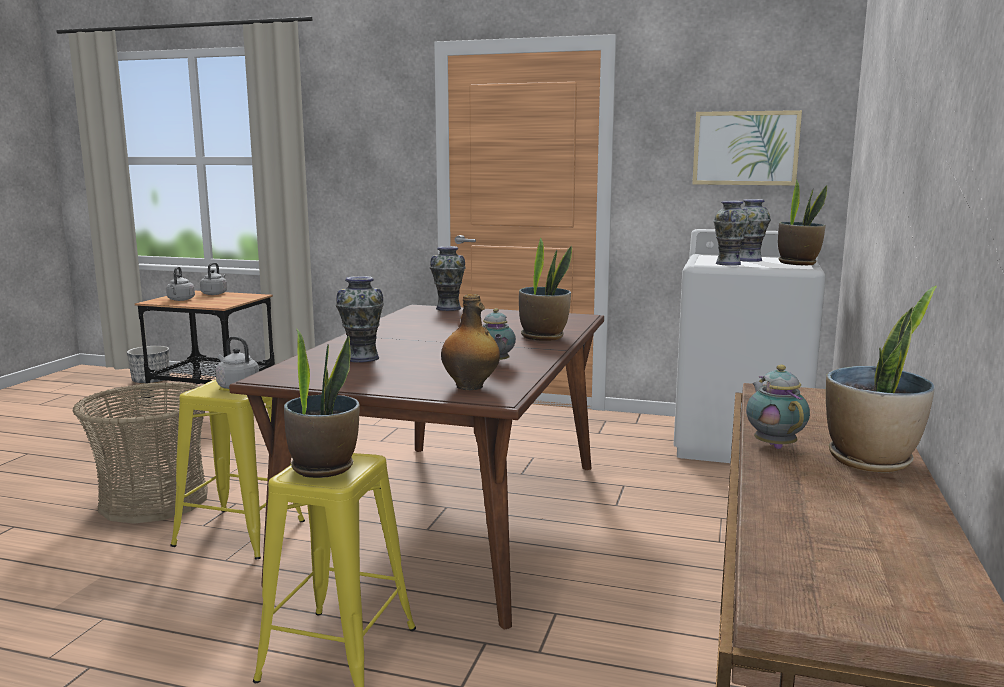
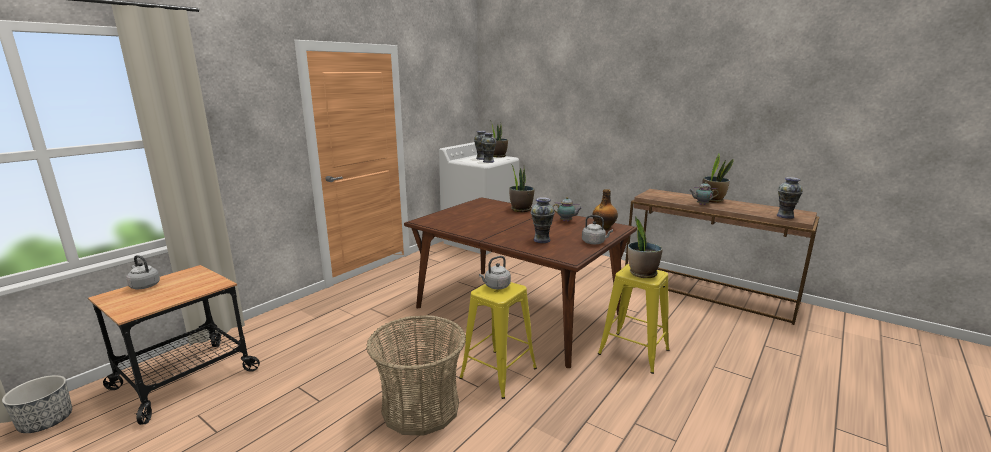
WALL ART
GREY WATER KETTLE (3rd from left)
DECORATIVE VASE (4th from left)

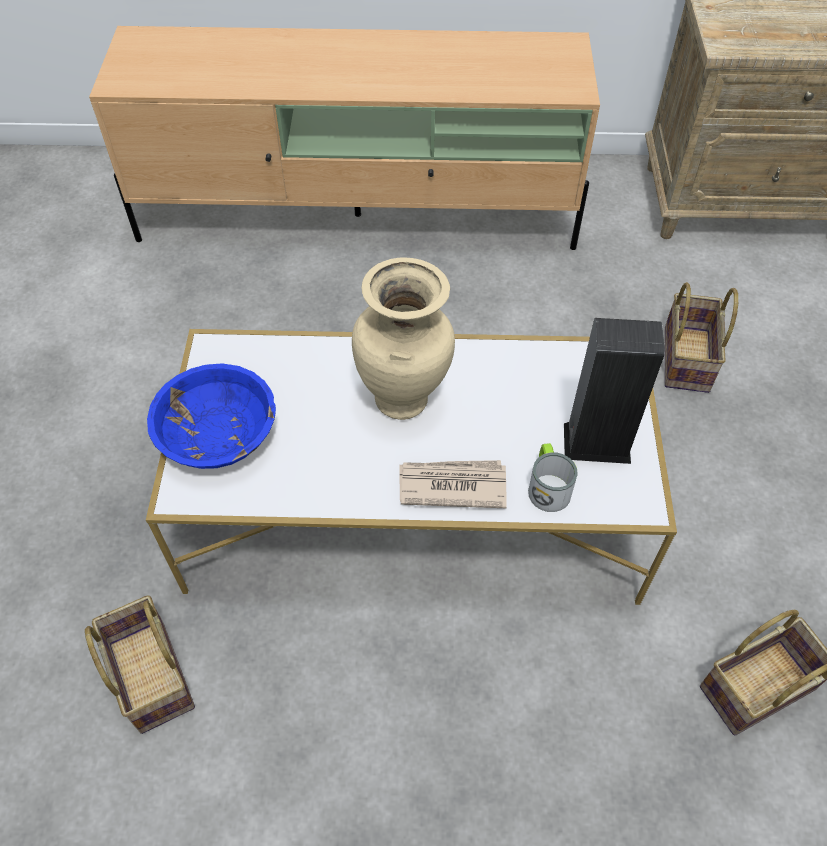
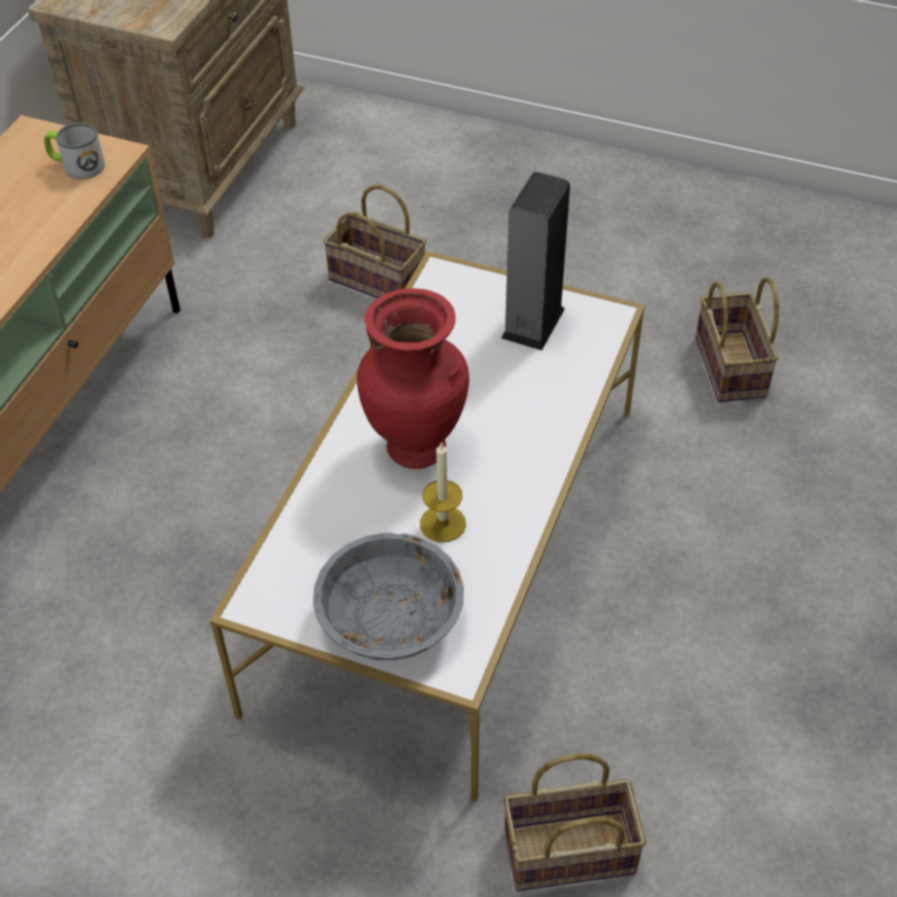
PRINTED PAPER
WAX CANDLE
COFFEE MUG
GREY DEEP DISH
REDDISH DECORATIVE VASE

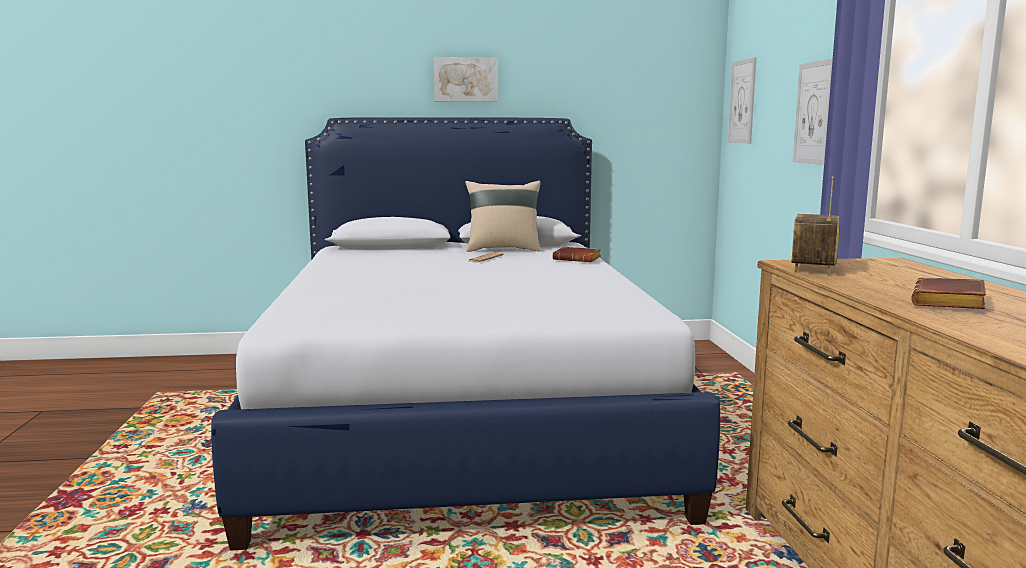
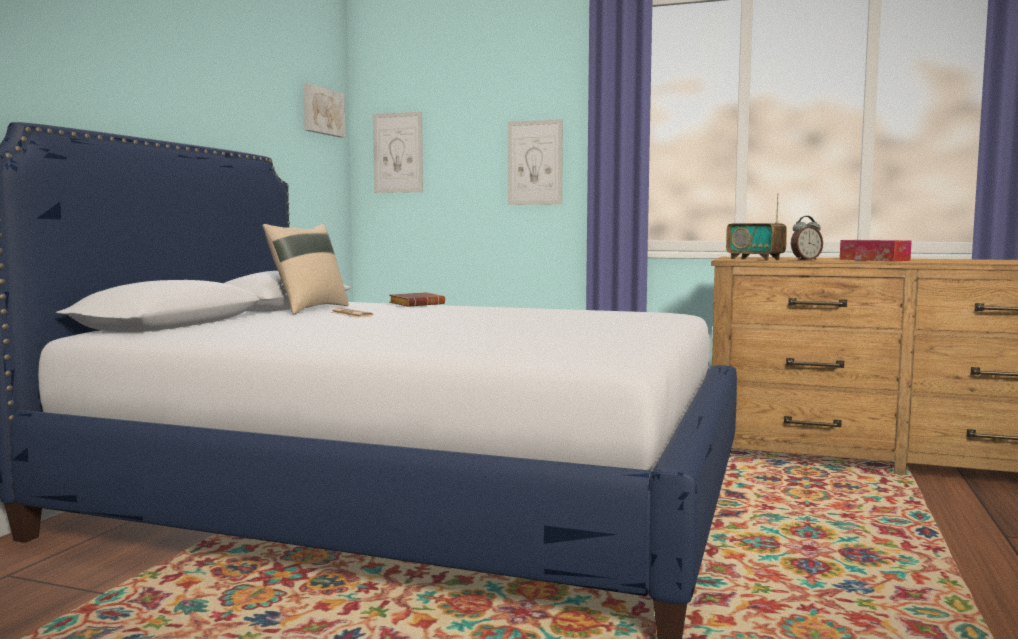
TABLE CLOCK
WALL ART (1st from left)
BOX OF TISSUES

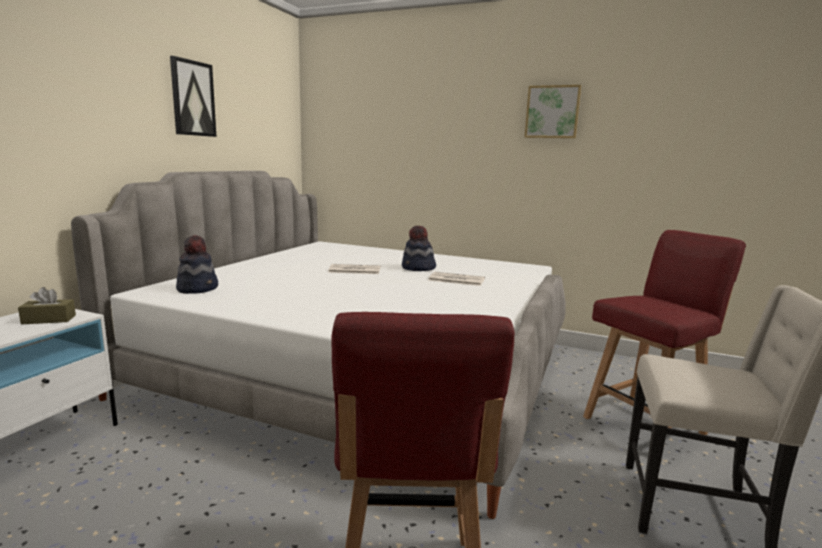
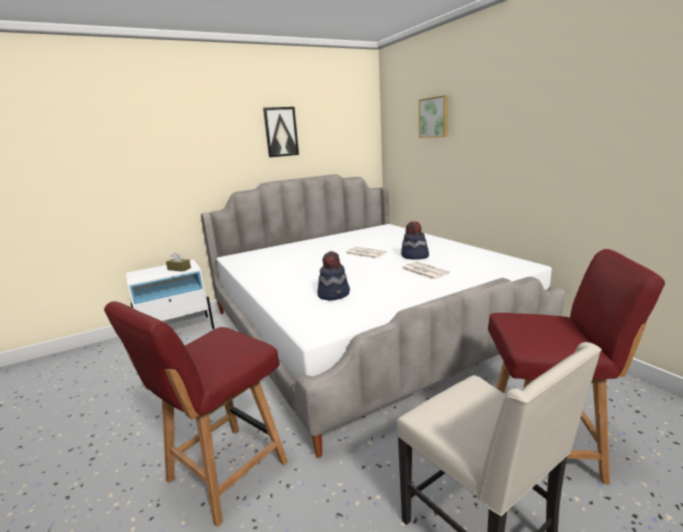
CLOTHING HAT (1st from left)
WALL ART (2nd from left)

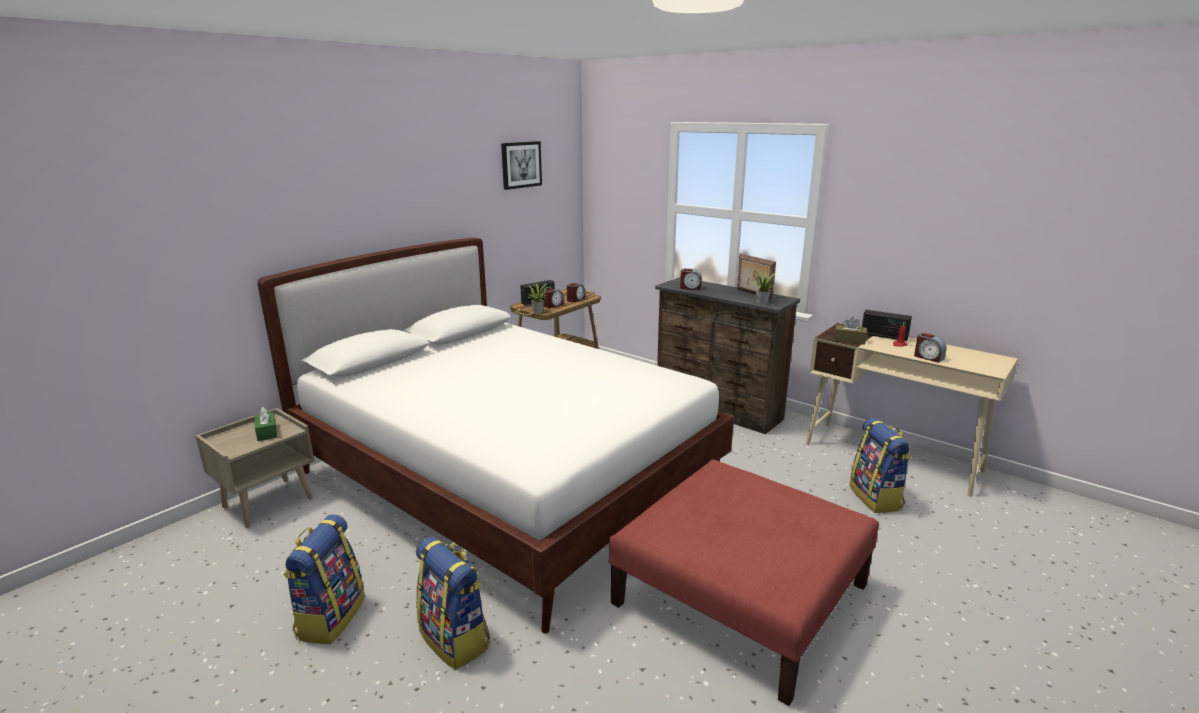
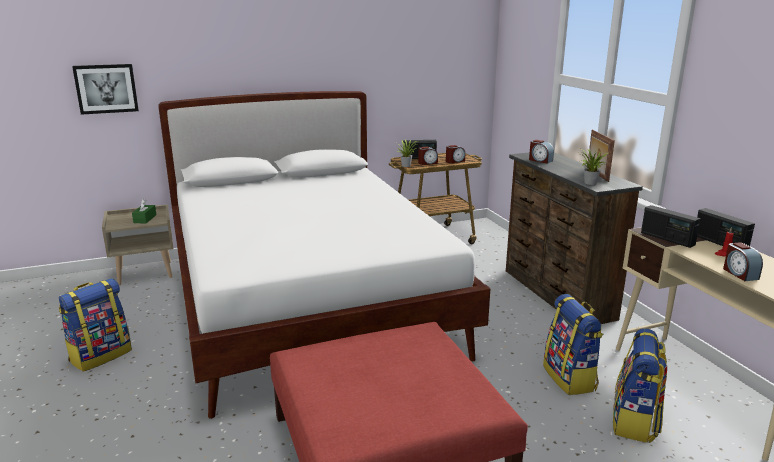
BACKPACK (2nd from left)
WALL ART
RADIO RECEIVER (2nd from left)

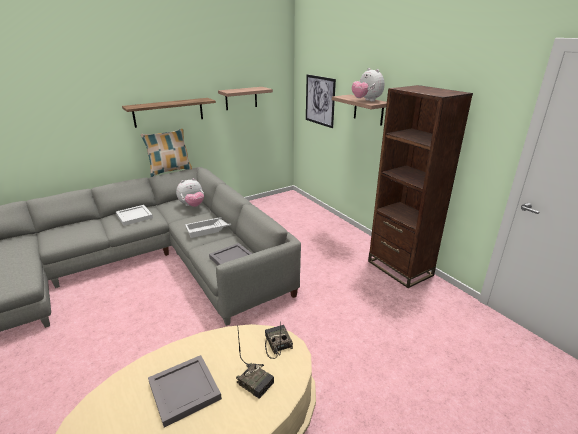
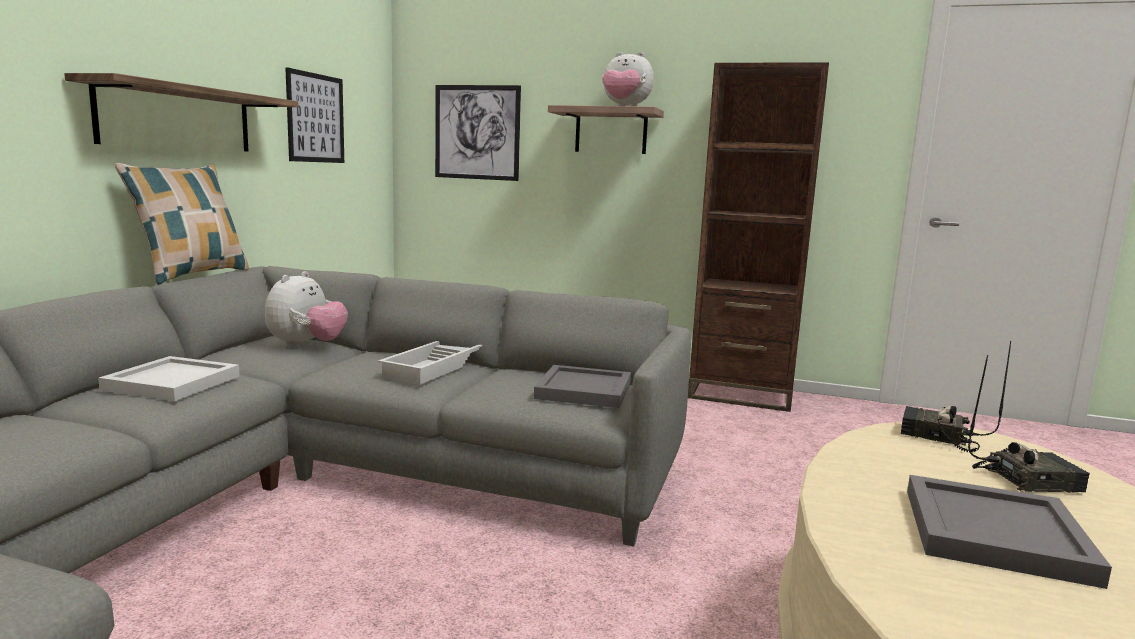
WALL ART (1st from left)

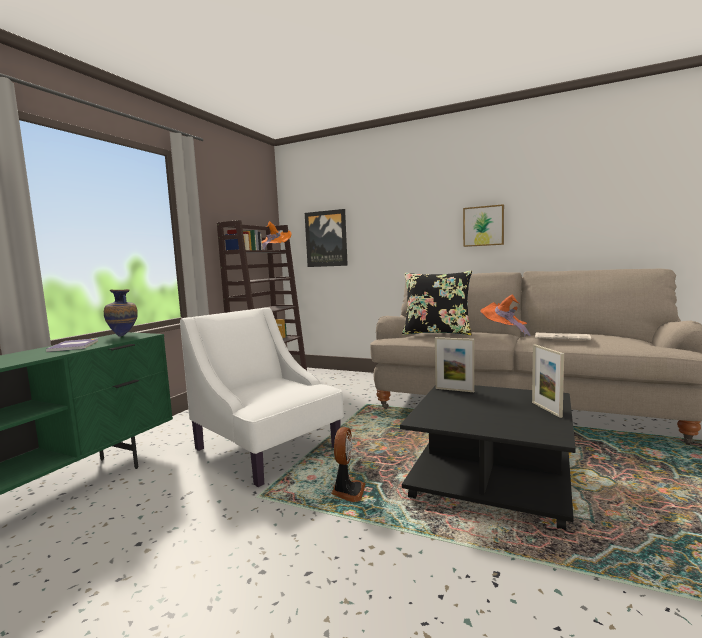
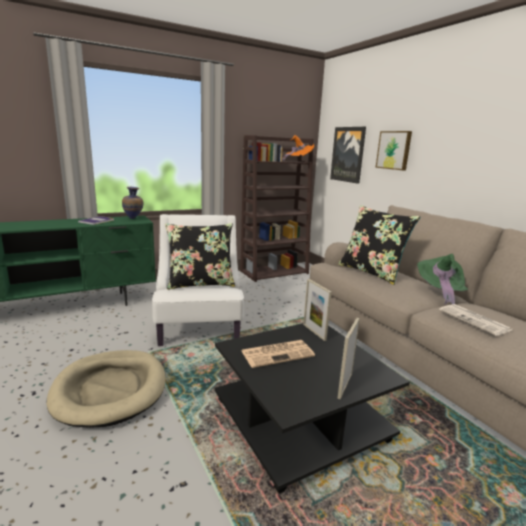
ELECTRIC FAN
SAND-COLOURED DOG CUSHION
BLACKISH CUSHION (1st from left)
PRINTED PAPER (1st from left)
WALL ART (2nd from left)
GREEN CLOTHING HAT

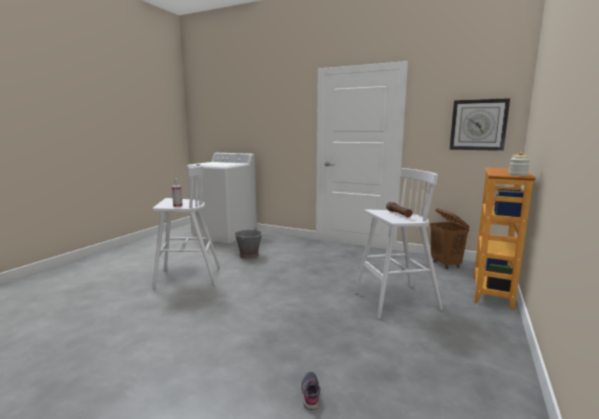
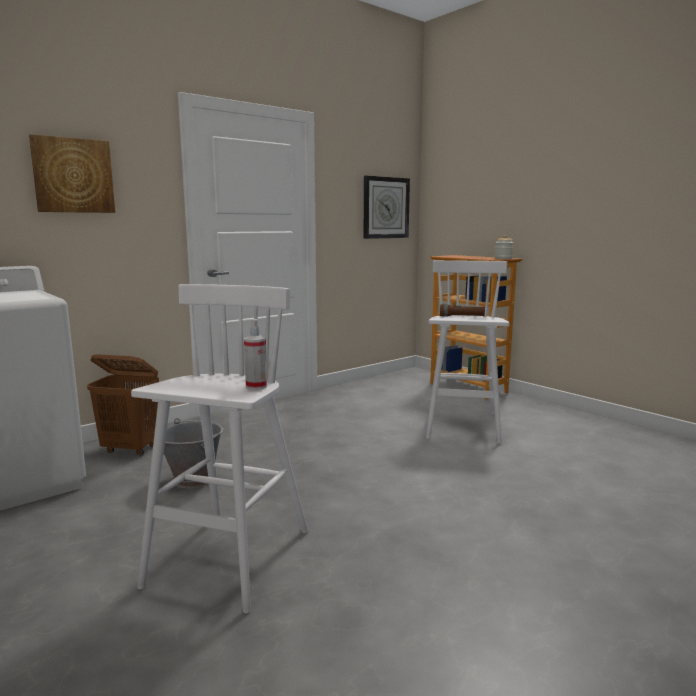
GREY ITEM OF FOOTWEAR
WALL ART
BROWN HAMPER

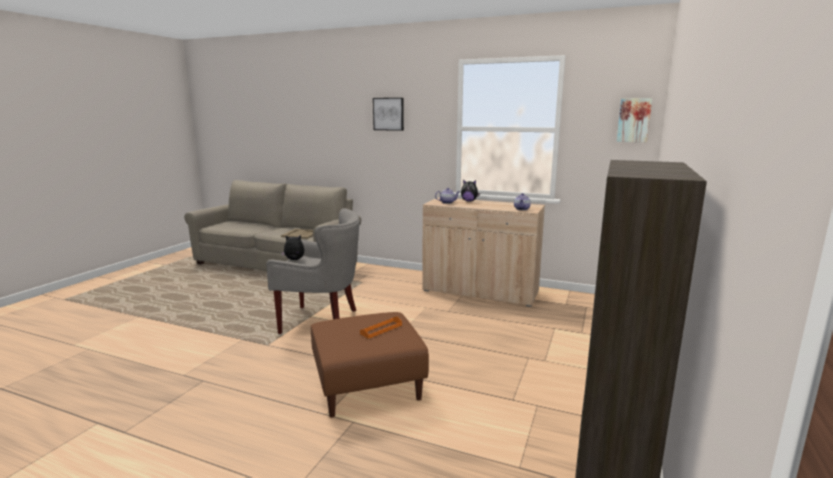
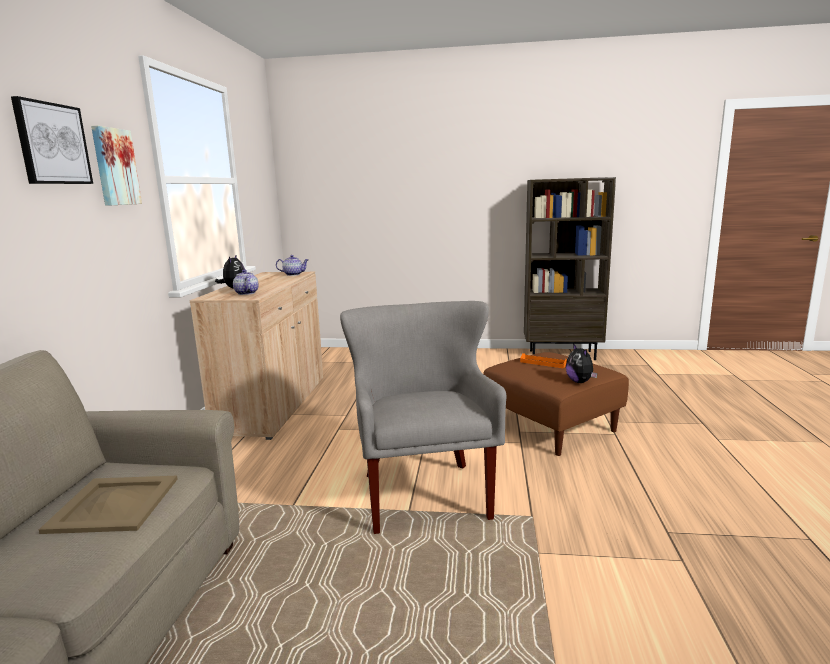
PLUSH TOY (2nd from left)
WALL ART (2nd from left)

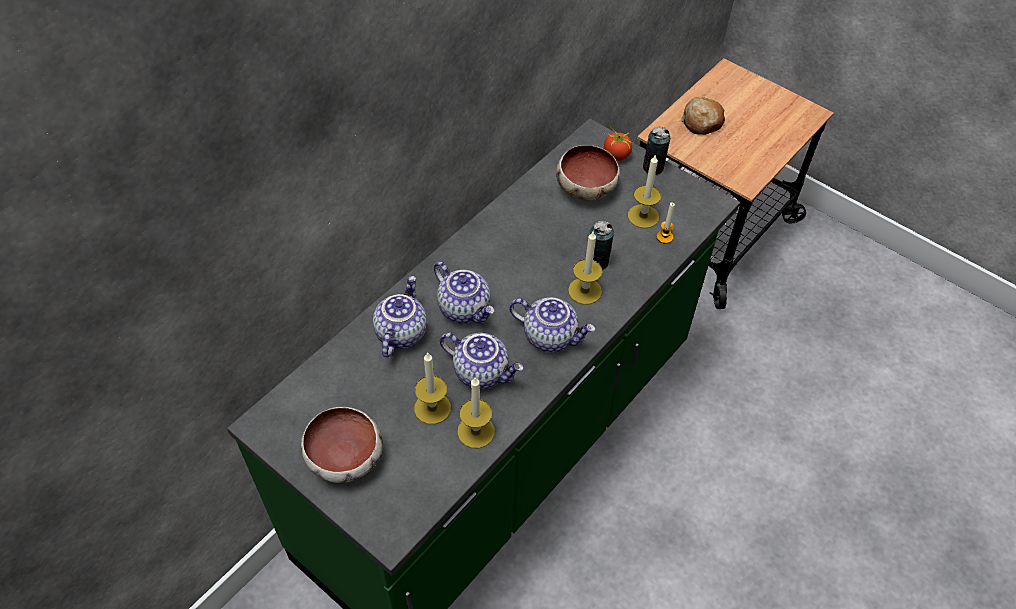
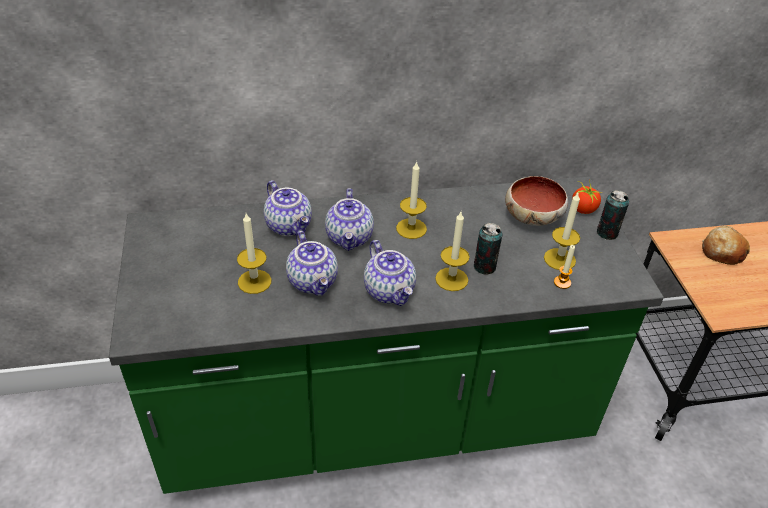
DEEP DISH (1st from left in the first image)
WAX CANDLE (2nd from left)
TEA POT (1st from left)

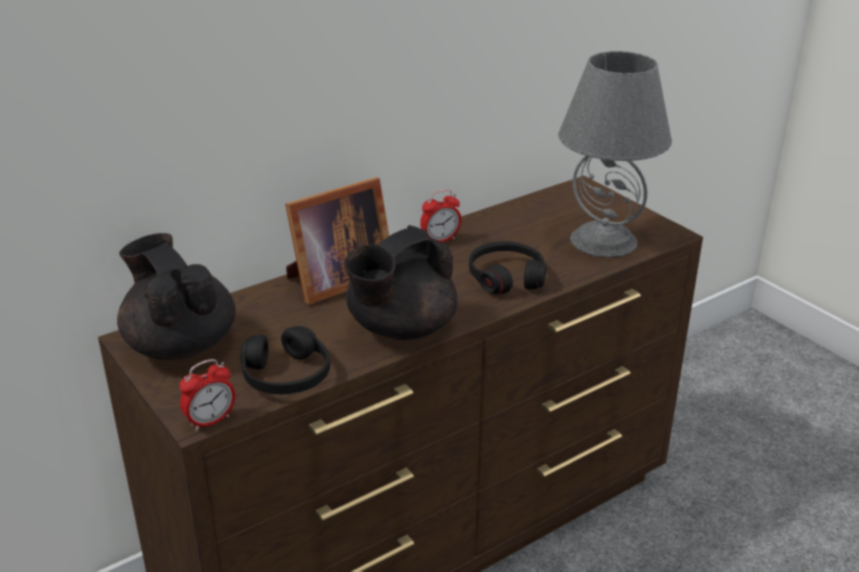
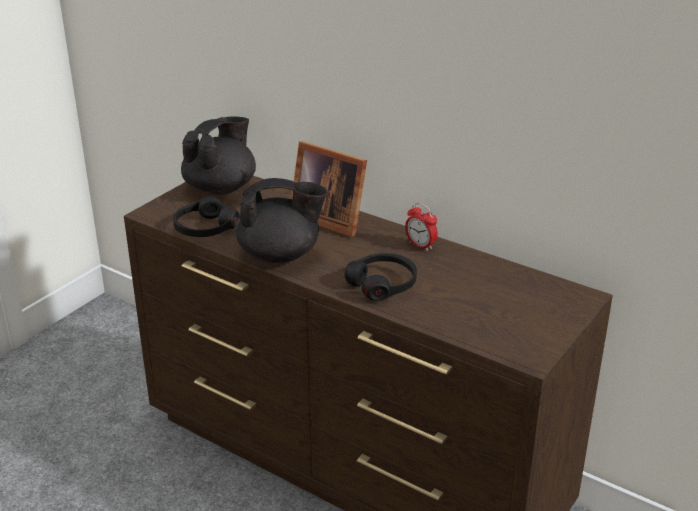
TABLE CLOCK (1st from left in the first image)
GREY LAMP FOR A TABLE
BLACKISH TEA POT (2nd from left)

